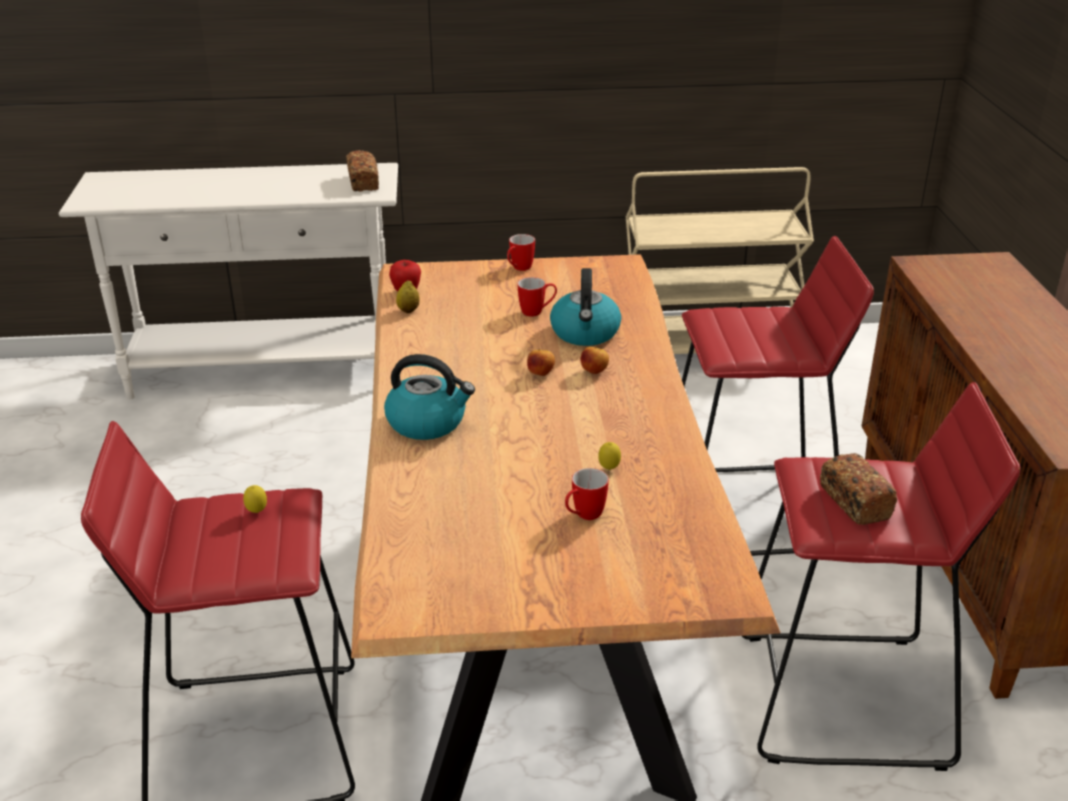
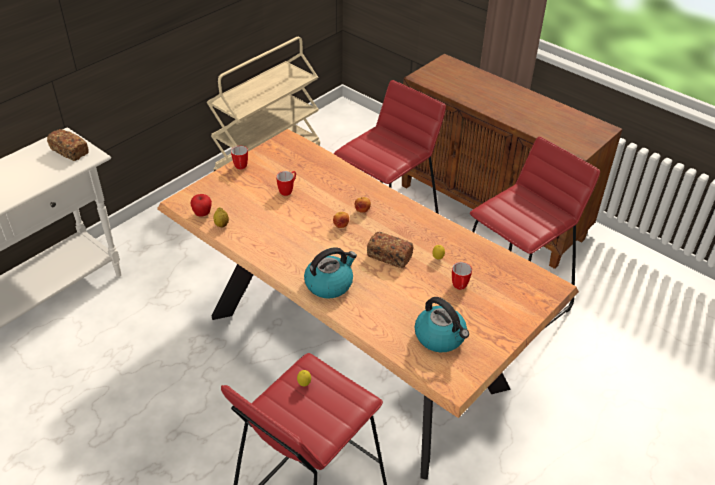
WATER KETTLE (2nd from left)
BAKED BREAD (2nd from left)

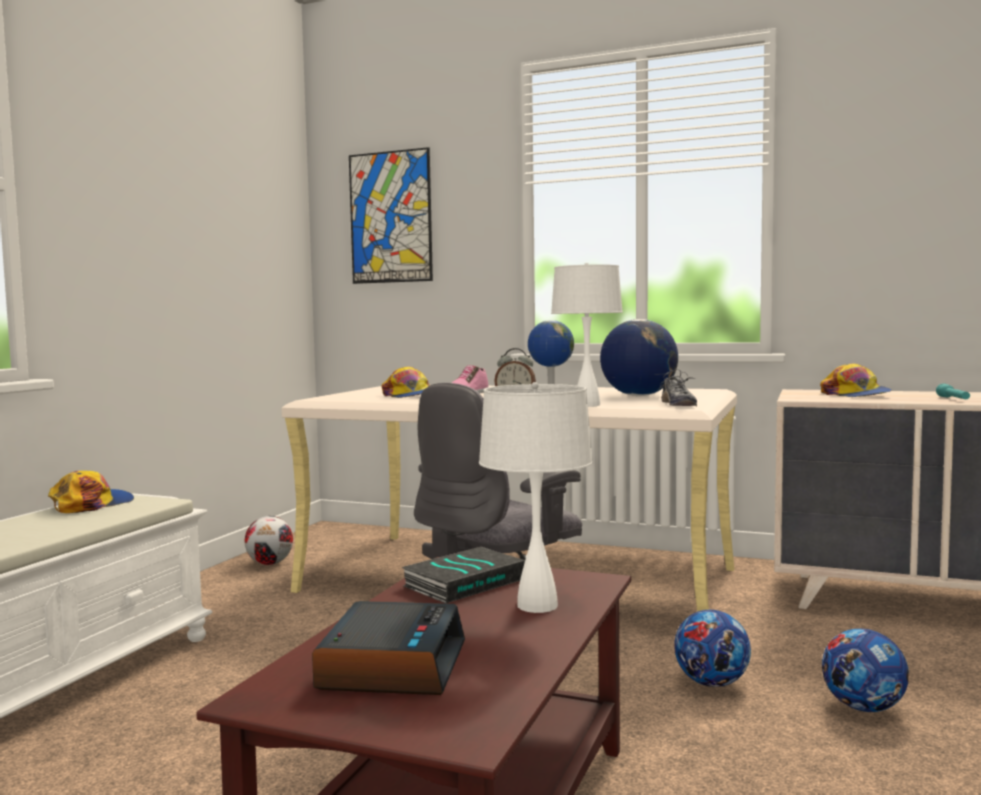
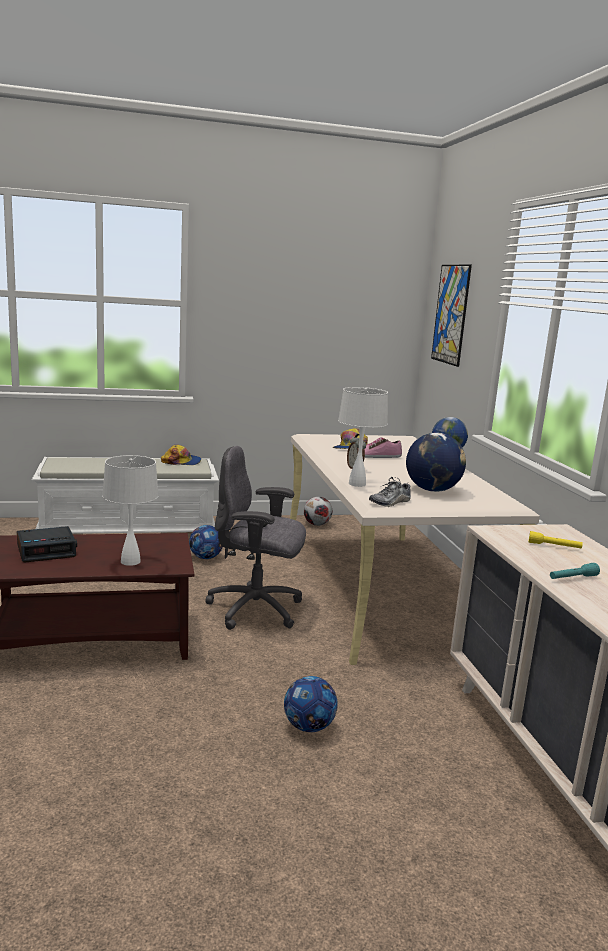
BOUND BOOK
BALL FOR FOOTBALL (1st from left)
YELLOW-COLOURED TORCH

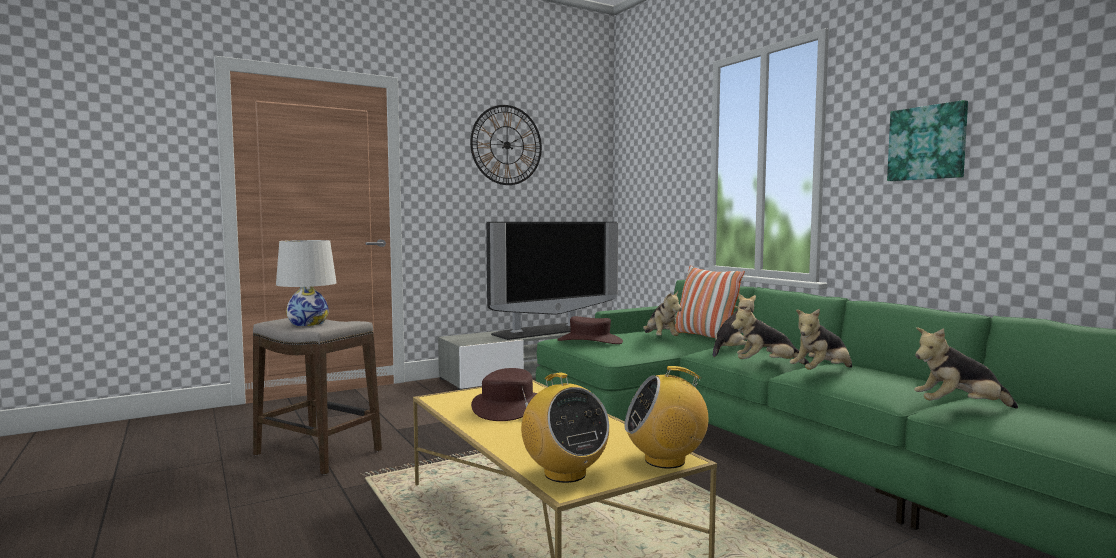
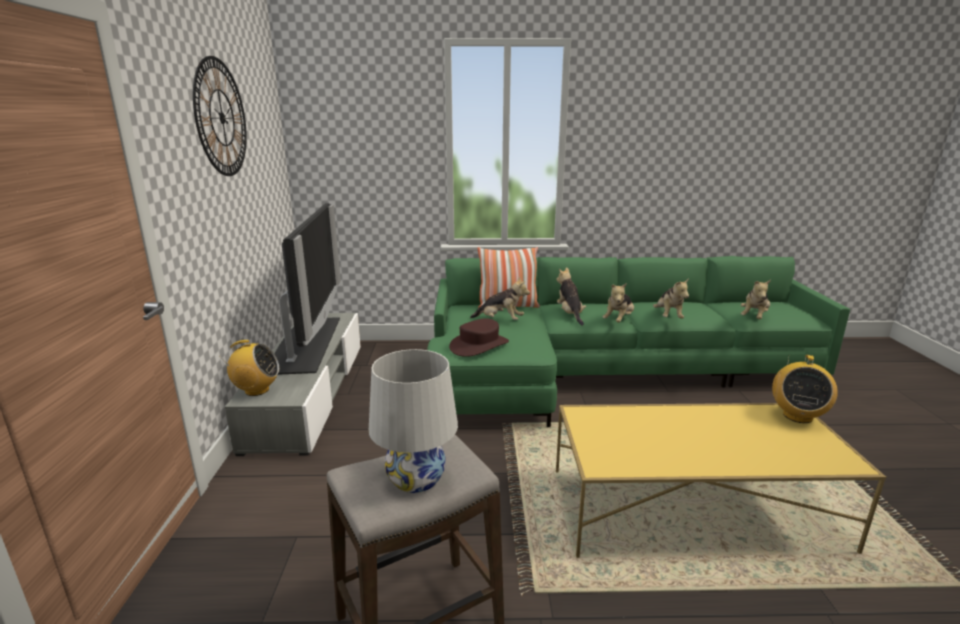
BROWN CLOTHING HAT (1st from left in the first image)
WALL ART
RADIO RECEIVER (1st from left)

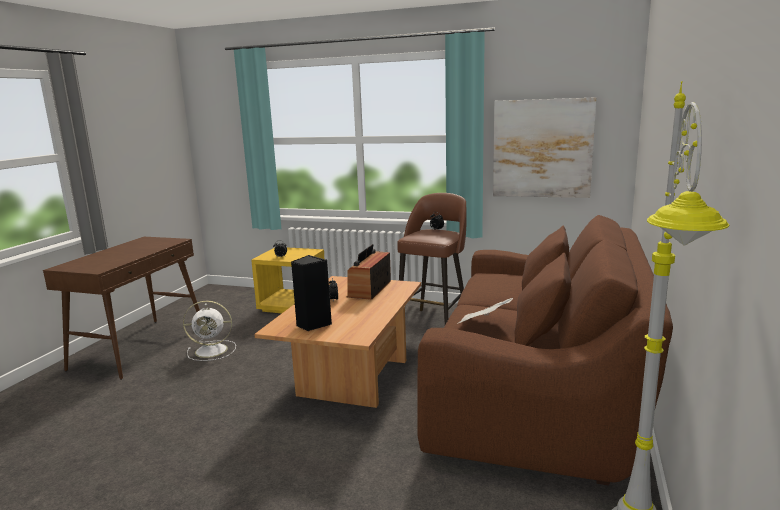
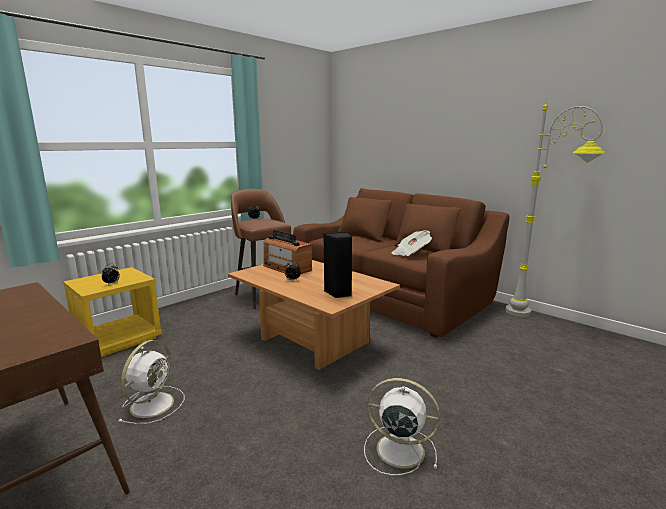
WALL ART
WHITISH ELECTRIC FAN (2nd from left)

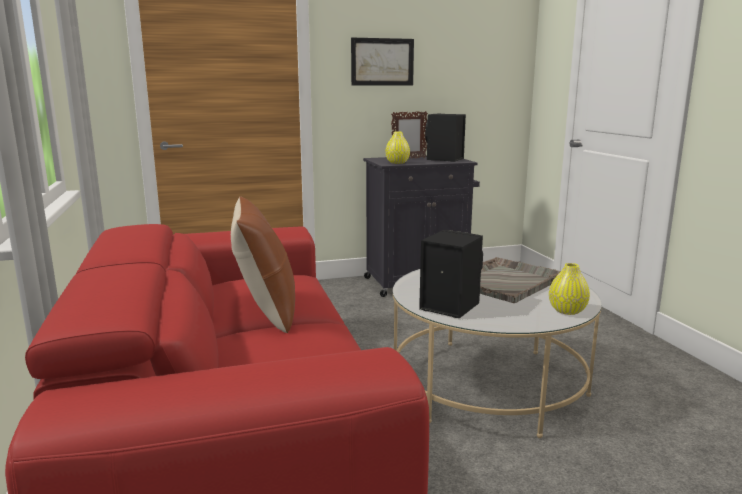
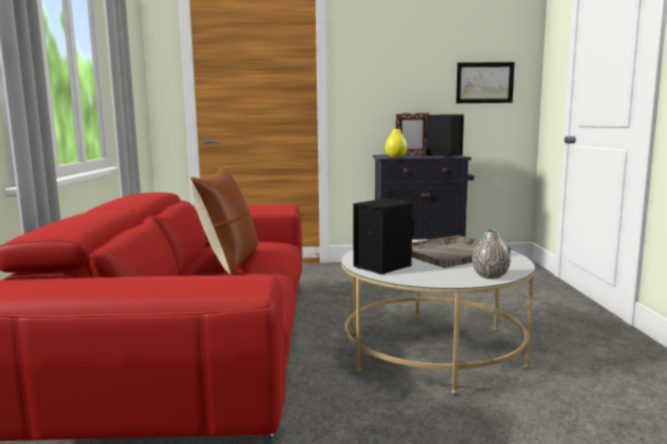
WALL ART
GREY DECORATIVE VASE

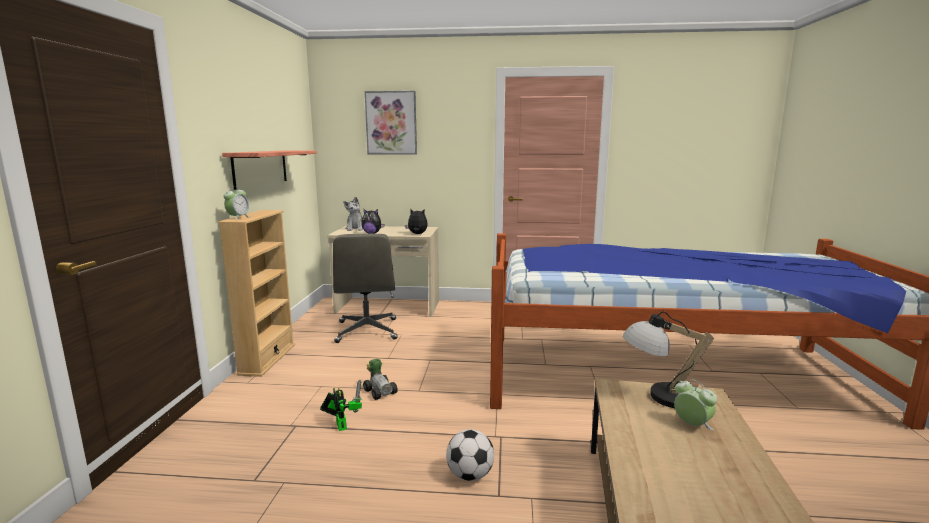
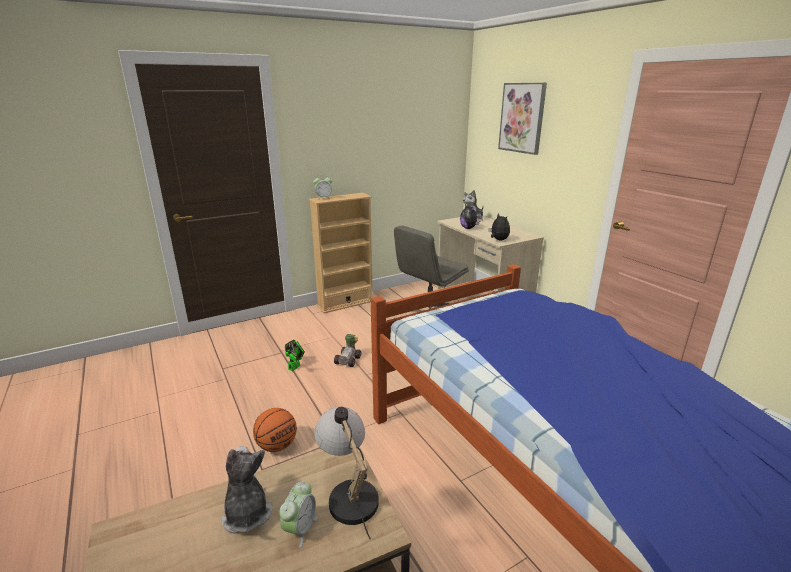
WALL SHELF
PLUSH TOY (1st from left)
BASKETBALL

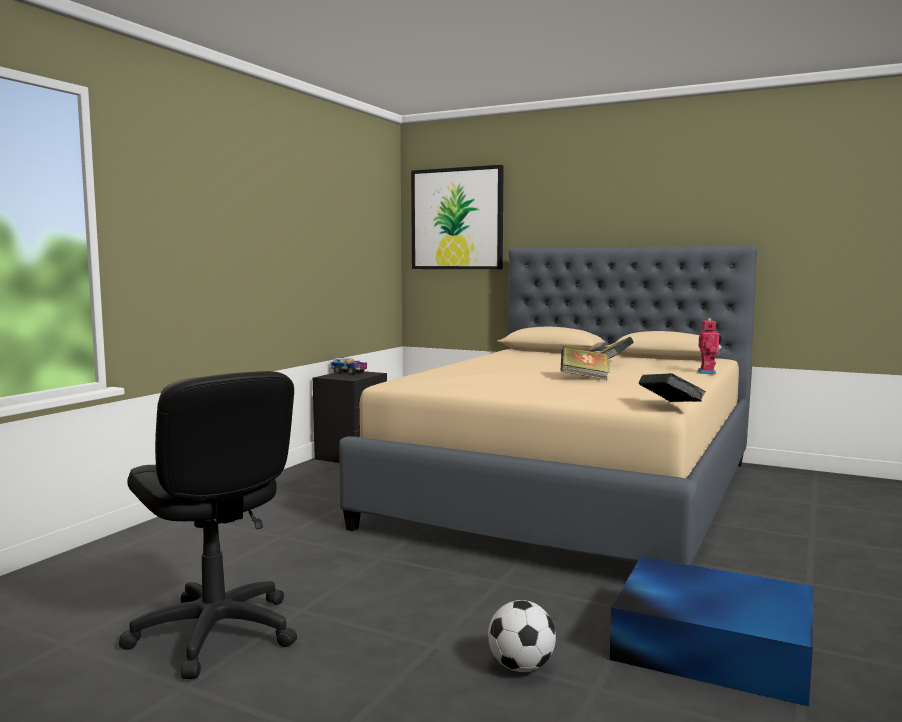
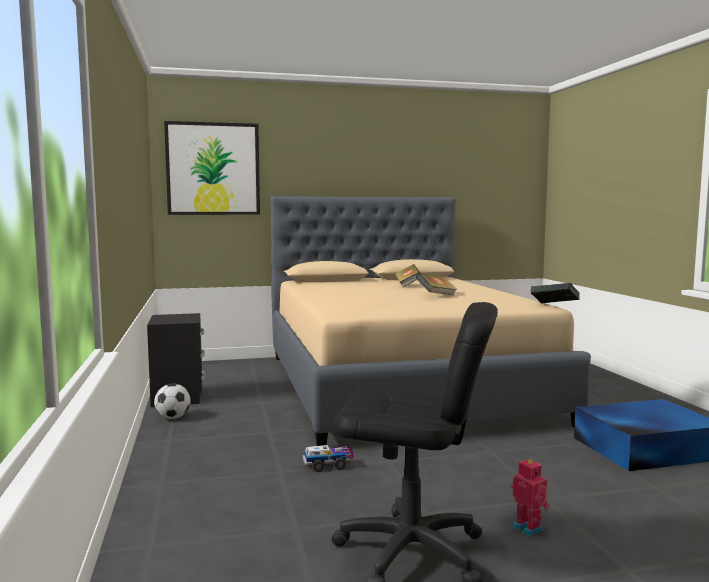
TOY TRUCK
BALL FOR FOOTBALL
TOY ROBOT

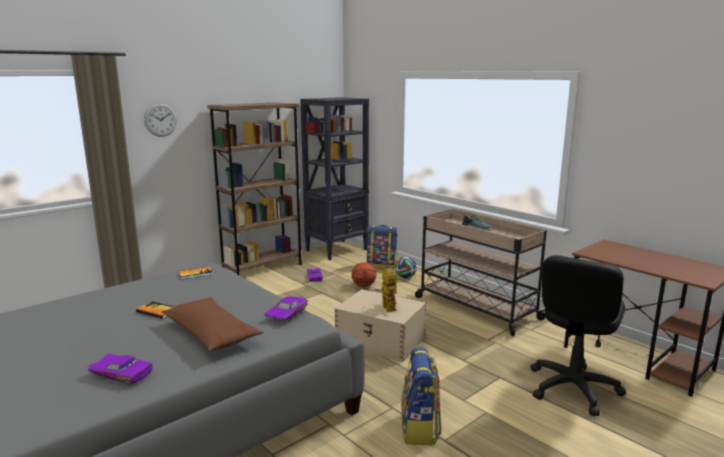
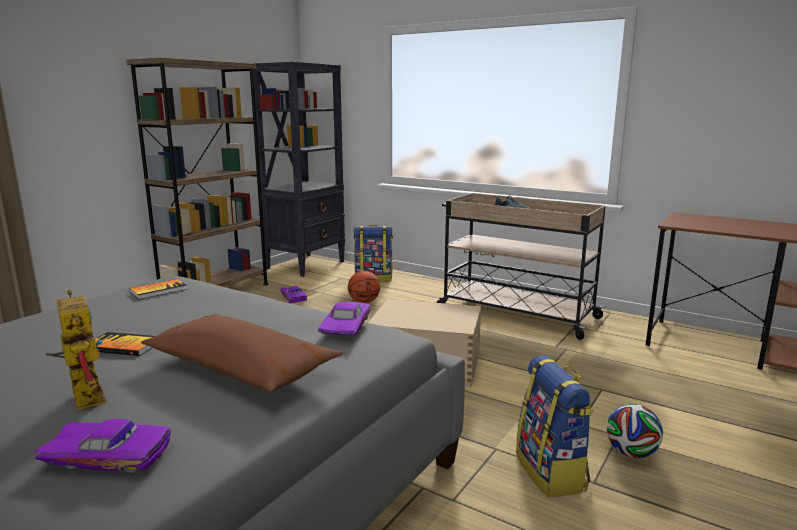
CLOCK ON THE WALL
BLACKISH DESK CHAIR
TOY ROBOT
BALL FOR FOOTBALL

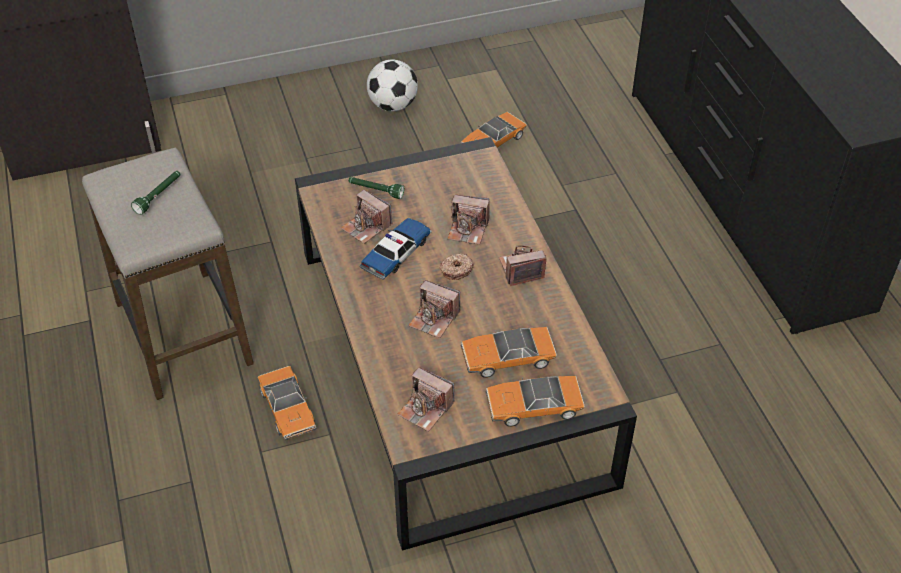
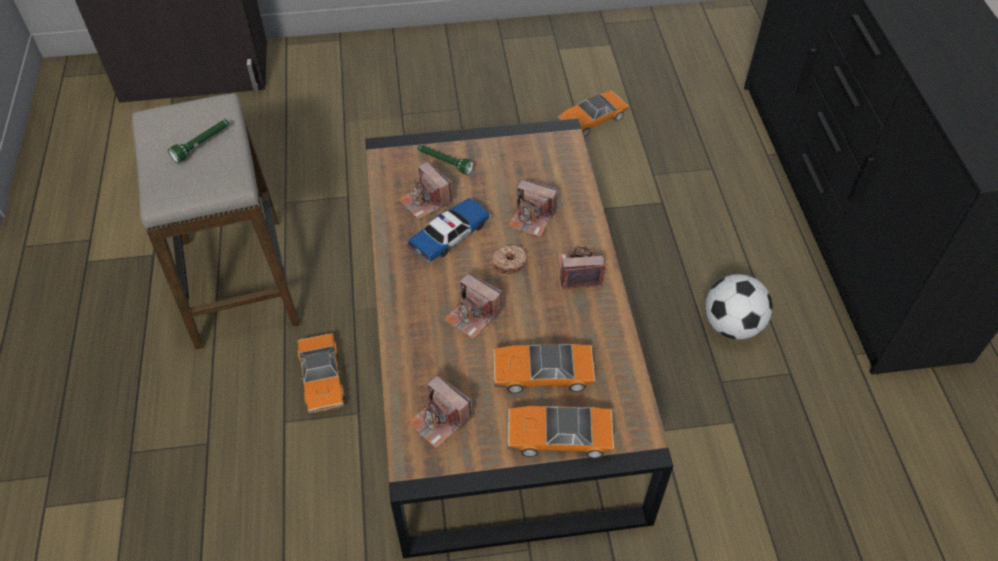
BALL FOR FOOTBALL

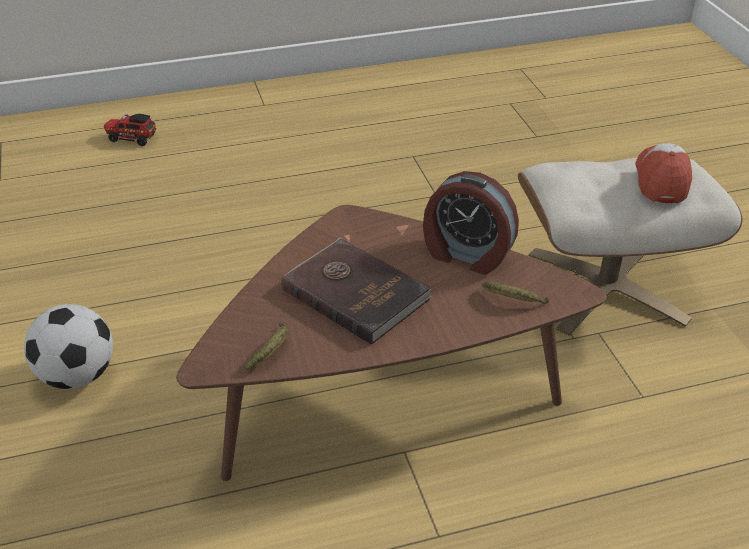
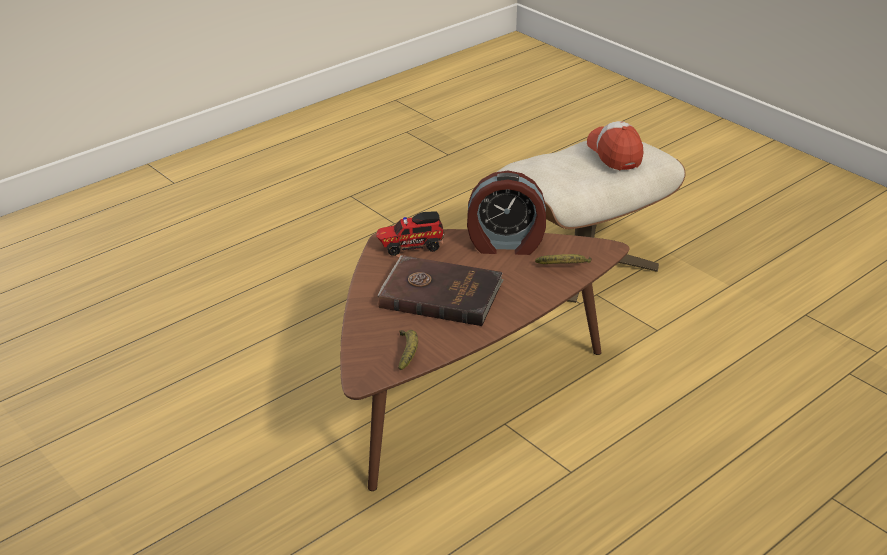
BALL FOR FOOTBALL
TOY TRUCK

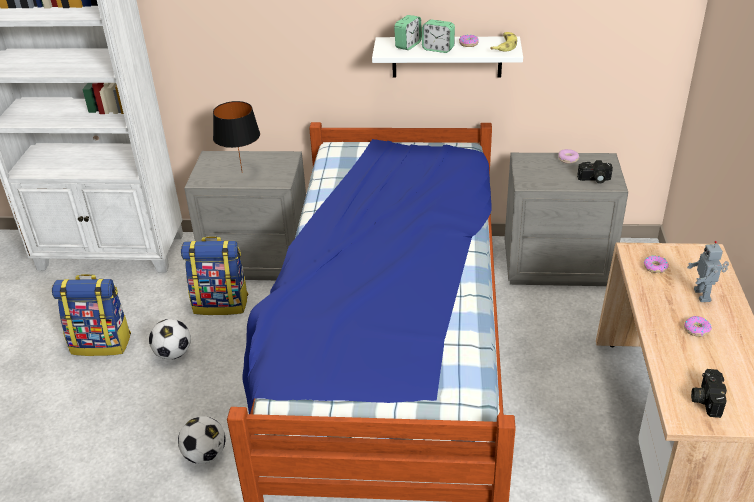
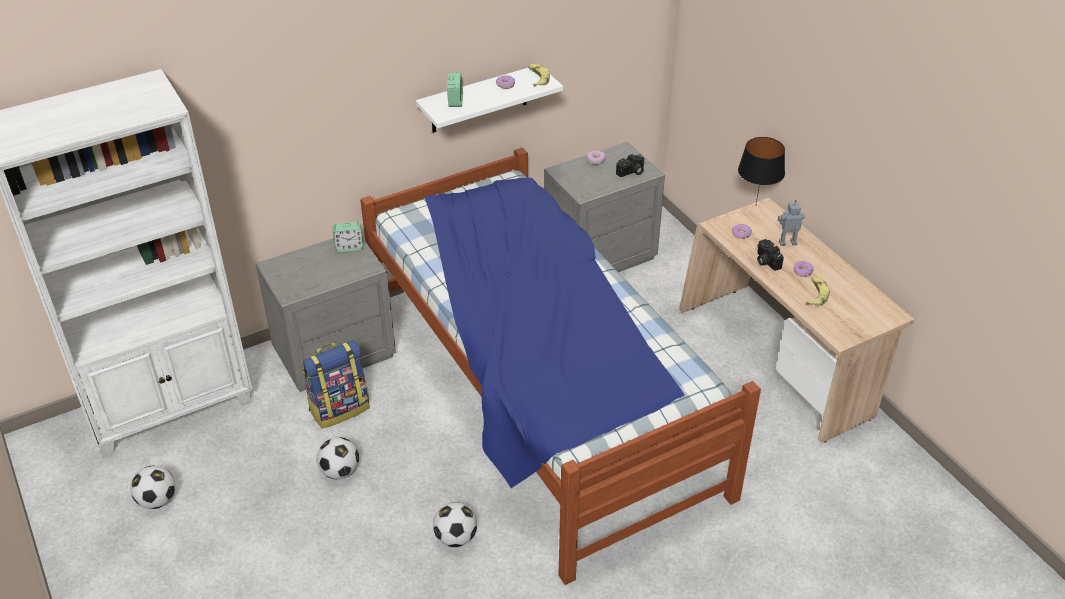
BACKPACK (1st from left in the first image)
BALL FOR FOOTBALL (1st from left)
BANANA FRUIT (2nd from left)
BLACKISH LAMP FOR A TABLE
TABLE CLOCK (1st from left)
STILL CAMERA (2nd from left)
TOY ROBOT

